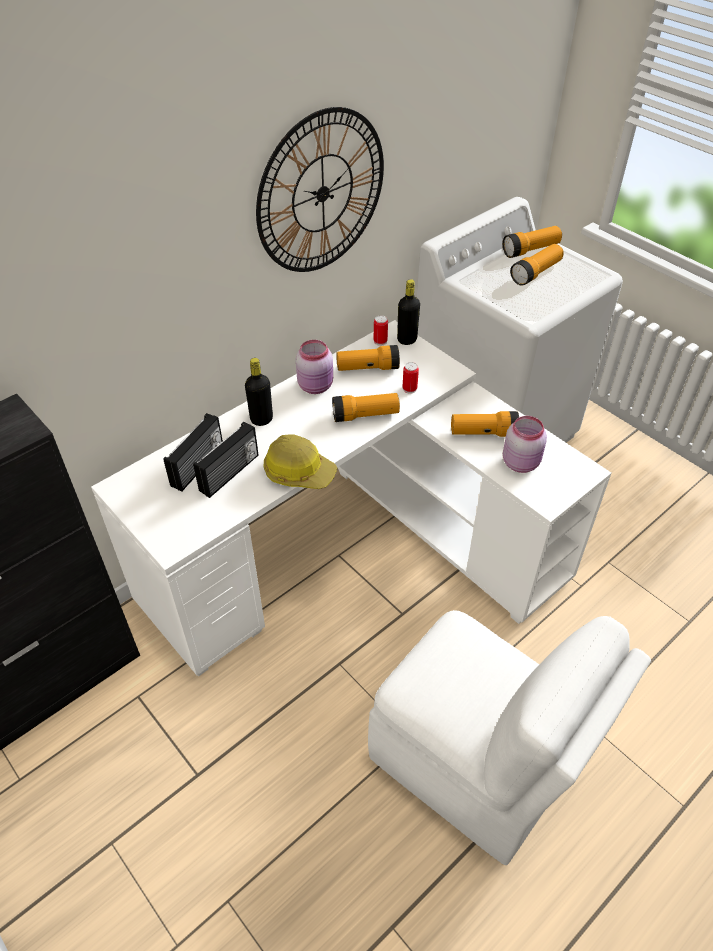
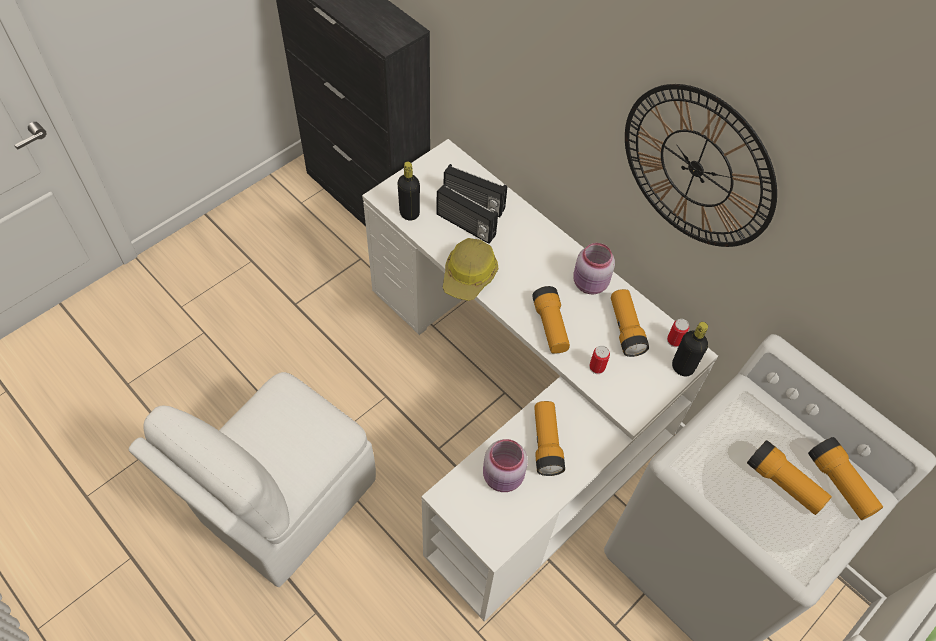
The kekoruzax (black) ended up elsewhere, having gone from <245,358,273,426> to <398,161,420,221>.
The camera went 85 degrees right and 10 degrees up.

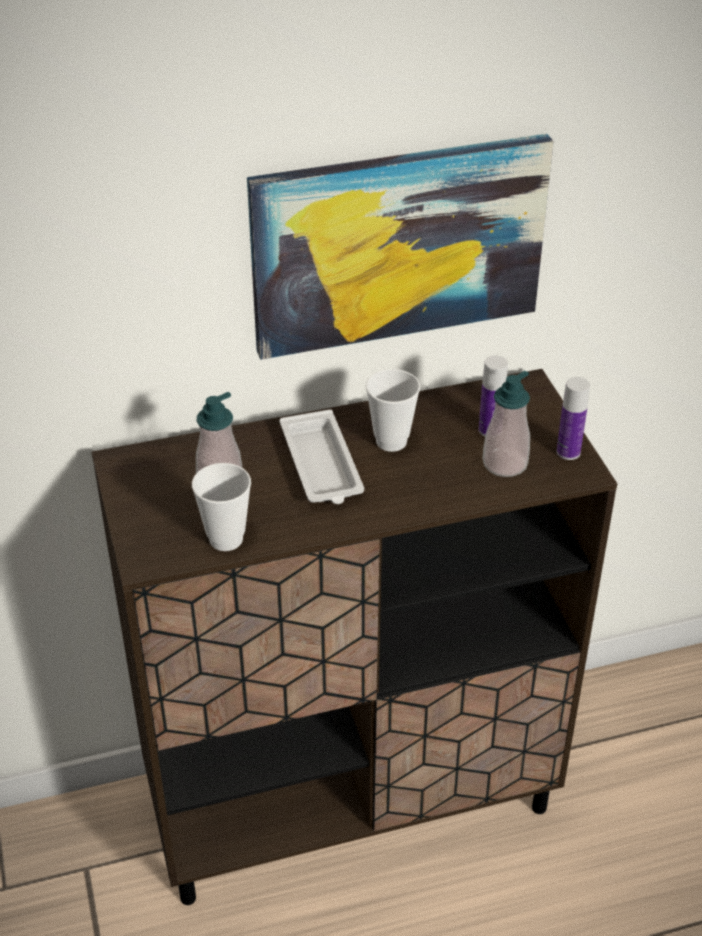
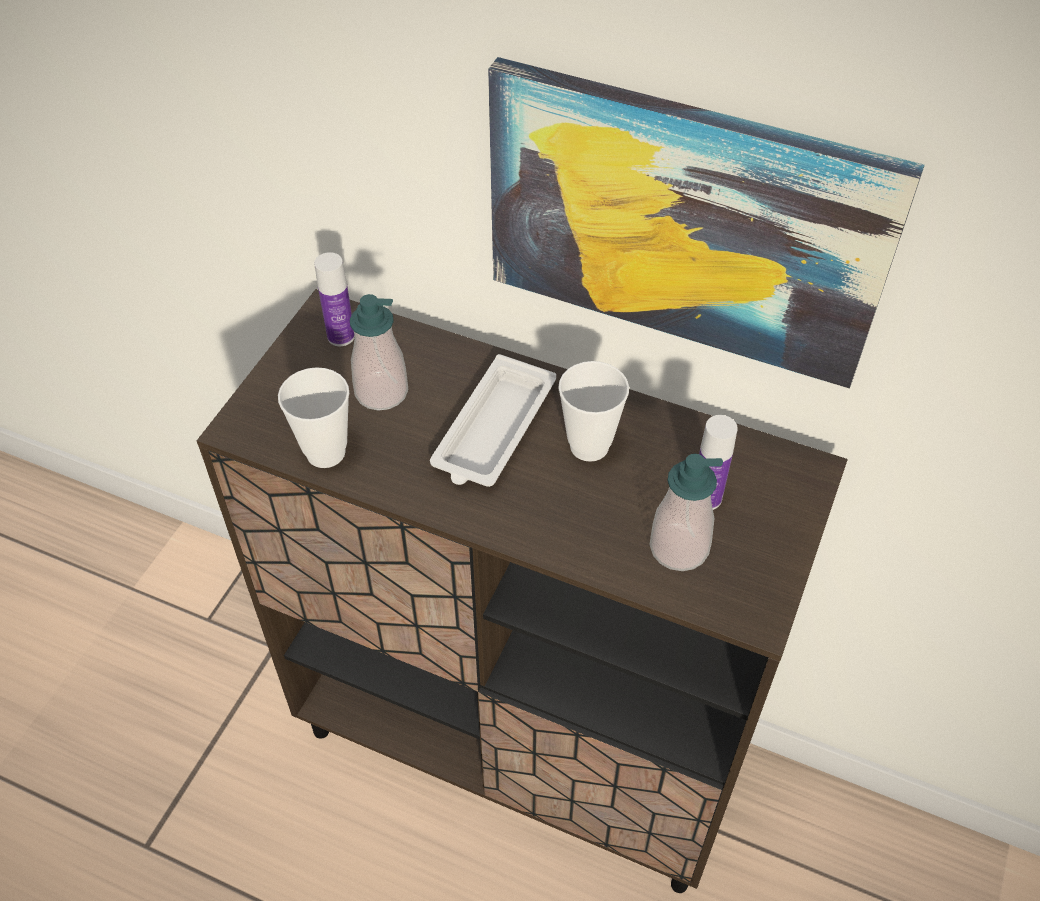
The kekoruzax ended up elsewhere, having gone from <557,377,590,460> to <314,252,355,346>.
The camera went 40 degrees right and 10 degrees up.

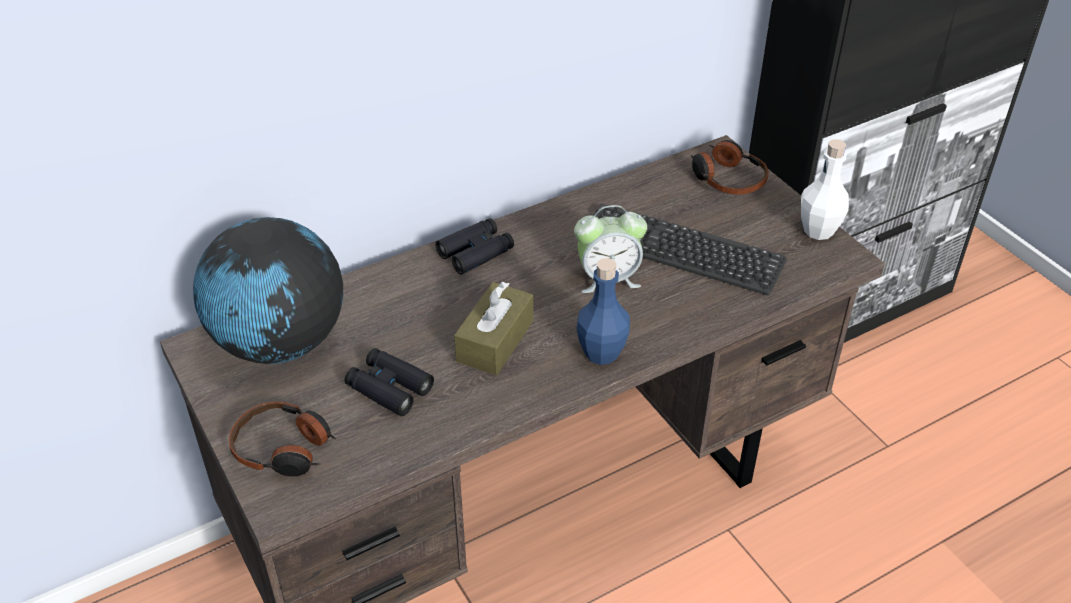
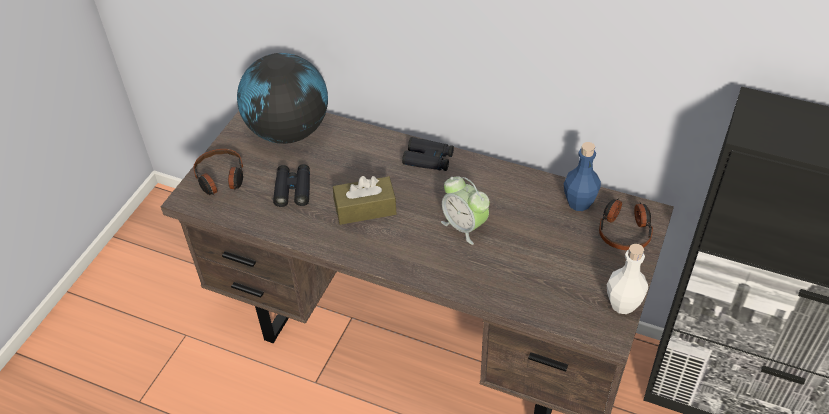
The second view lost the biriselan at <592,204,787,295>.
The kekoruzax (blue) ended up elsewhere, having gone from <576,258,630,365> to <564,142,601,211>.
The camera went 55 degrees right and 5 degrees up.

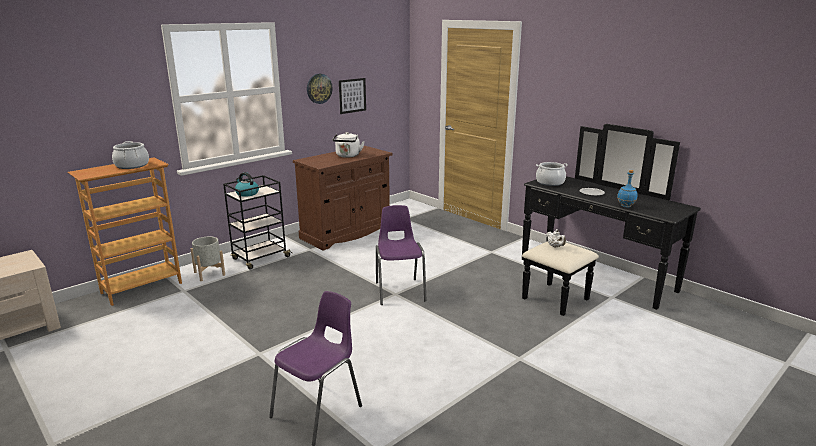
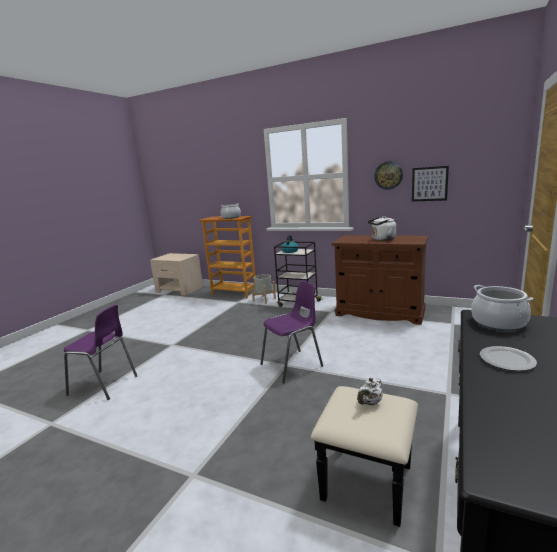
The second view lost the kekoruzax (blue) at <617,170,638,208>.
The camera went 70 degrees right and 5 degrees down.

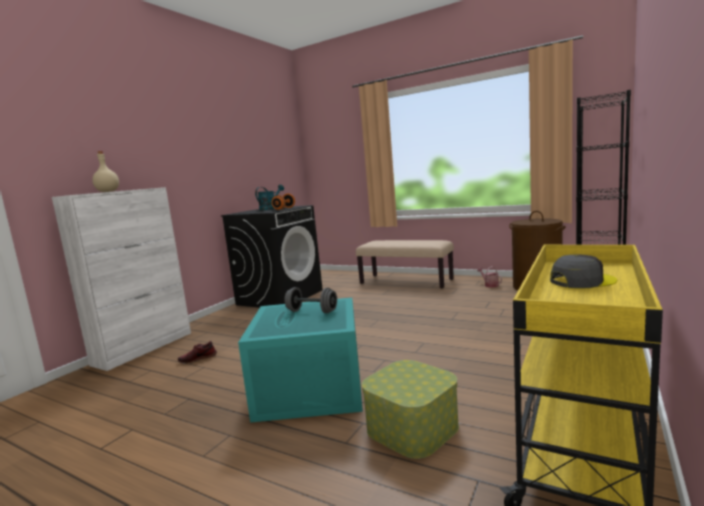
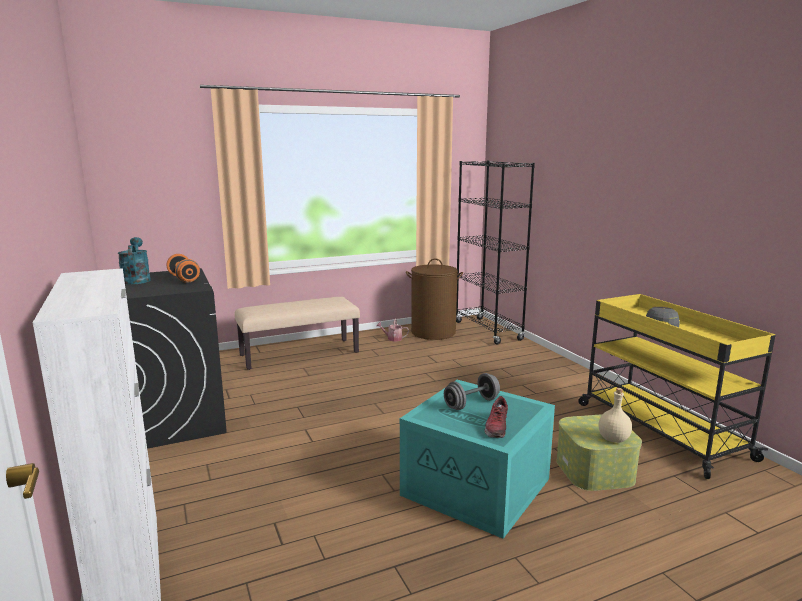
The kekoruzax (beige) ended up elsewhere, having gone from <92,151,119,192> to <598,388,632,443>.
The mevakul ended up elsewhere, having gone from <178,341,217,364> to <484,396,508,438>.
The camera went 55 degrees left and 5 degrees up.

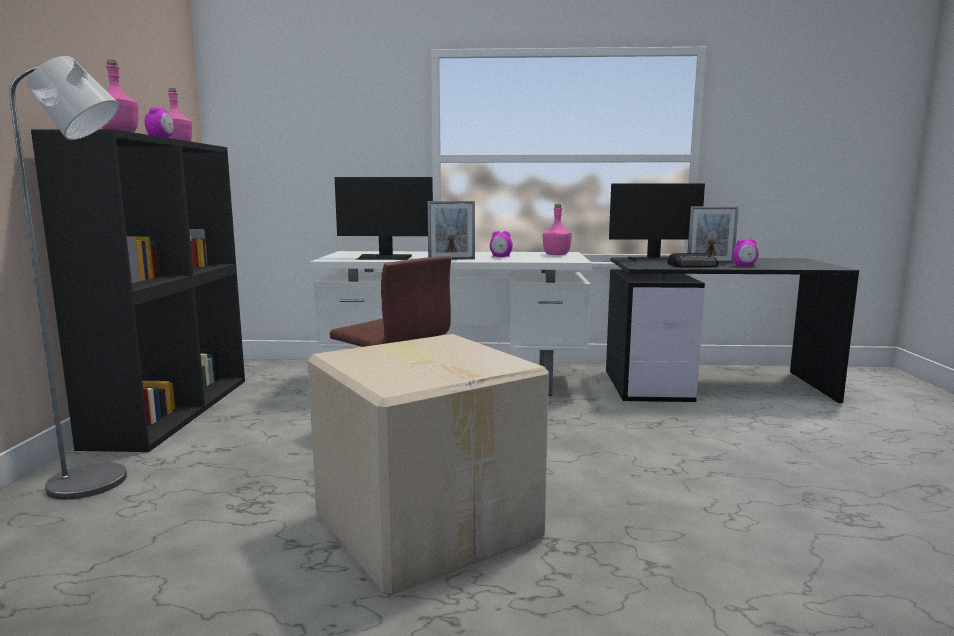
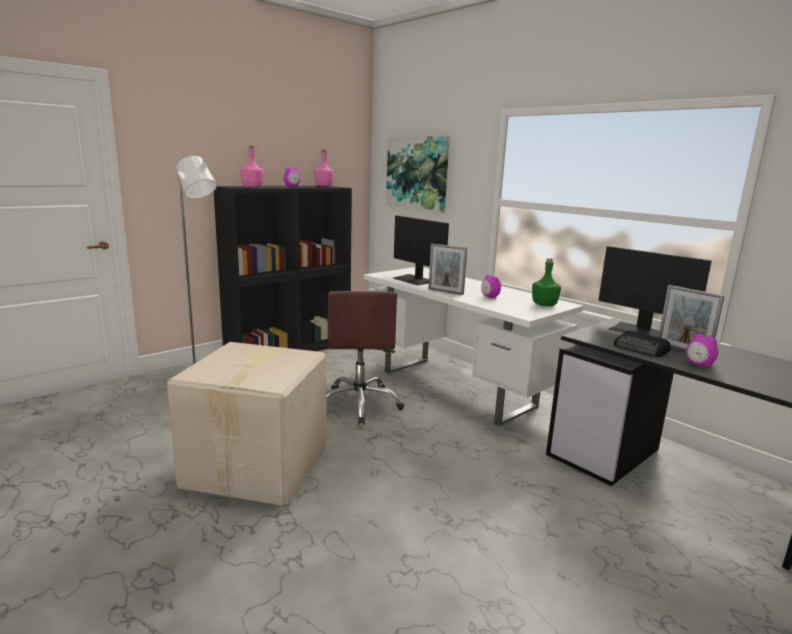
What was the kekoruzax (pink) at <543,204,572,255> turned into the kekoruzax (green) at <532,258,561,306>.
The second view gained the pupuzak at <386,136,449,213>.
The camera went 45 degrees right and 5 degrees up.

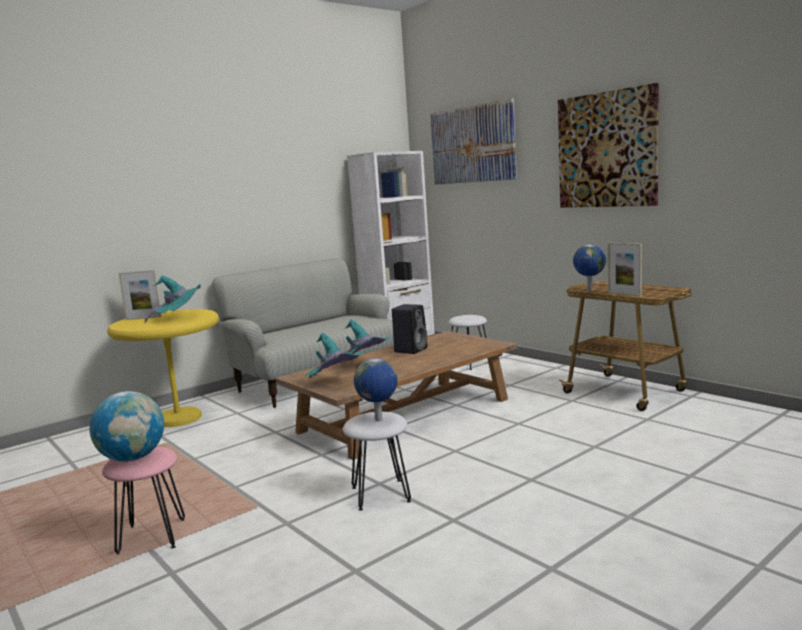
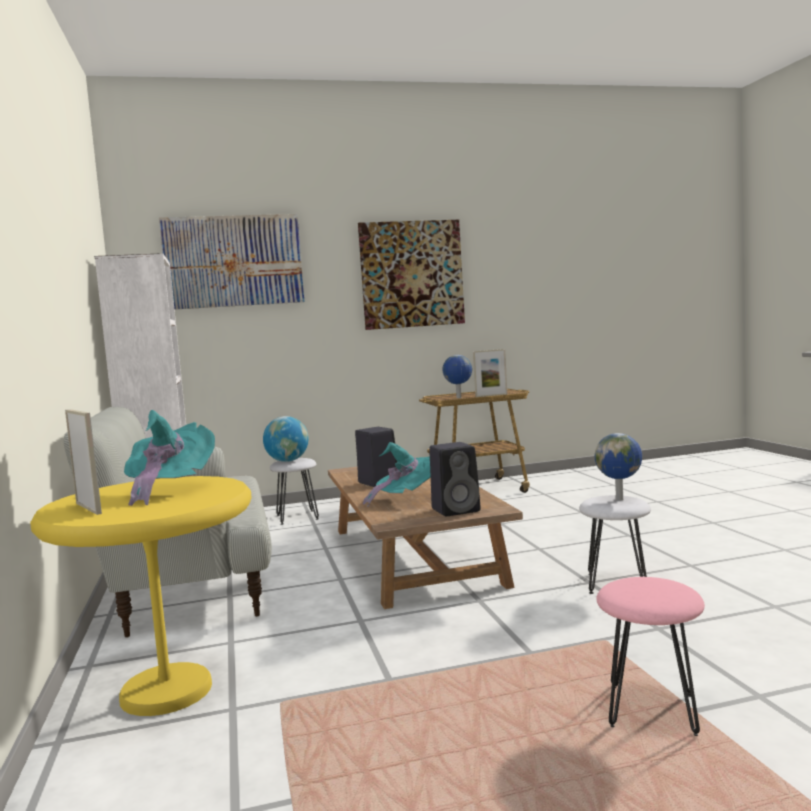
The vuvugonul at <119,270,161,320> ended up facing another way, 60 degrees counterclockwise from before.
Where the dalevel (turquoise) stood at <305,333,363,379>, the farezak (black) came to stand at <429,442,481,516>.
The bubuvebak ended up elsewhere, having gone from <89,391,164,462> to <263,416,309,462>.
The camera went 65 degrees left and 5 degrees down.

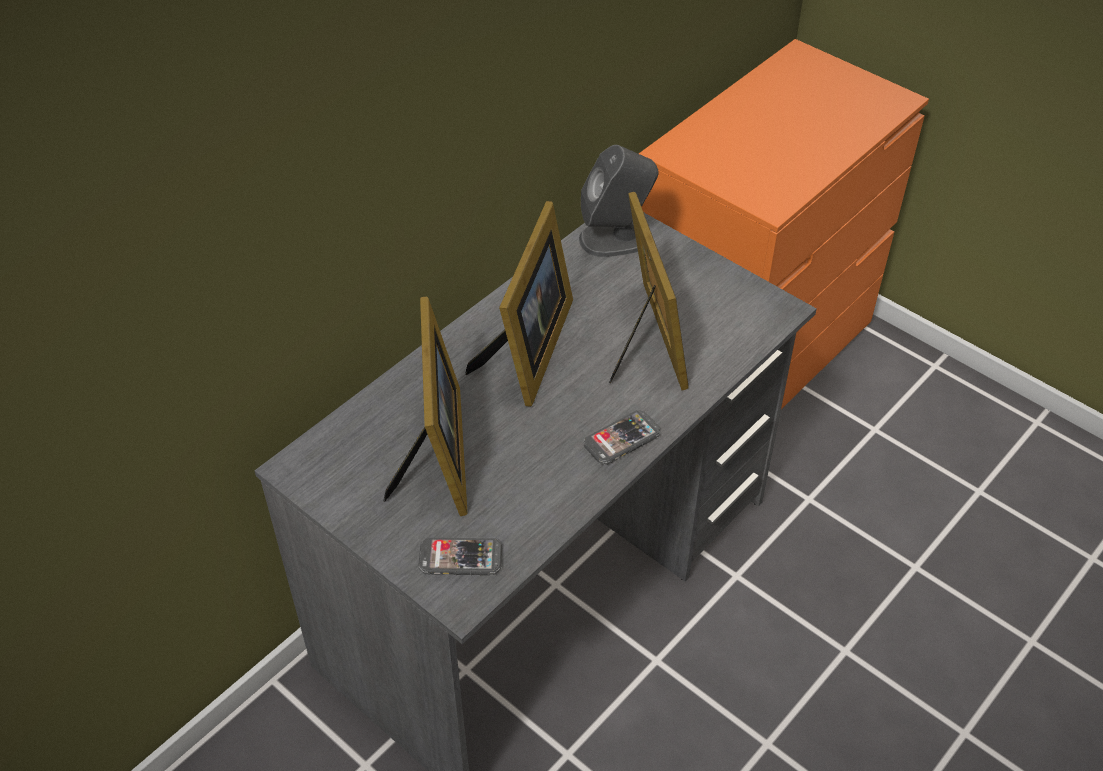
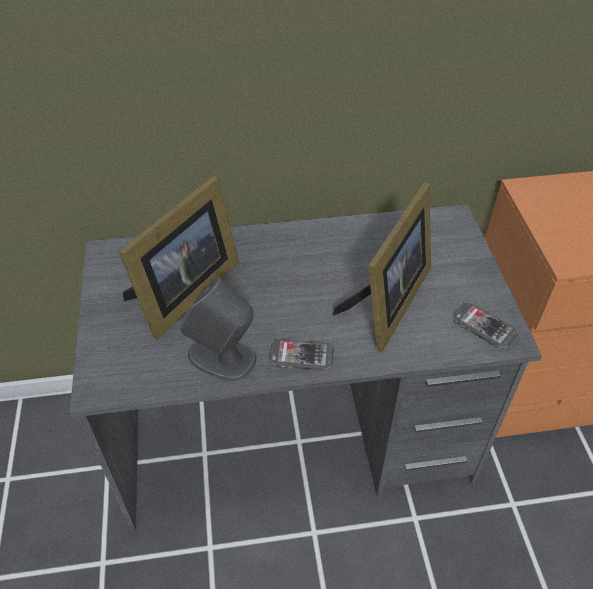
The farezak (grey) ended up elsewhere, having gone from <579,145,659,257> to <180,277,257,381>.
The second view lost the vuvugonul at <465,201,573,406>.
The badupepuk ended up elsewhere, having gone from <418,538,502,575> to <453,303,518,349>.
The camera went 40 degrees right and 0 degrees up.

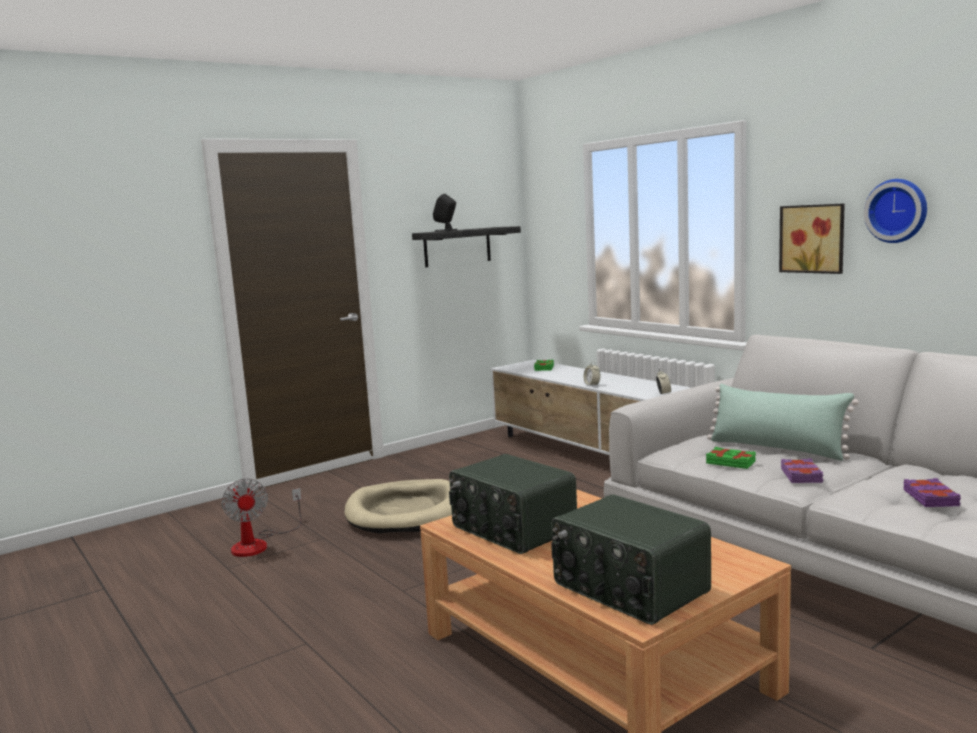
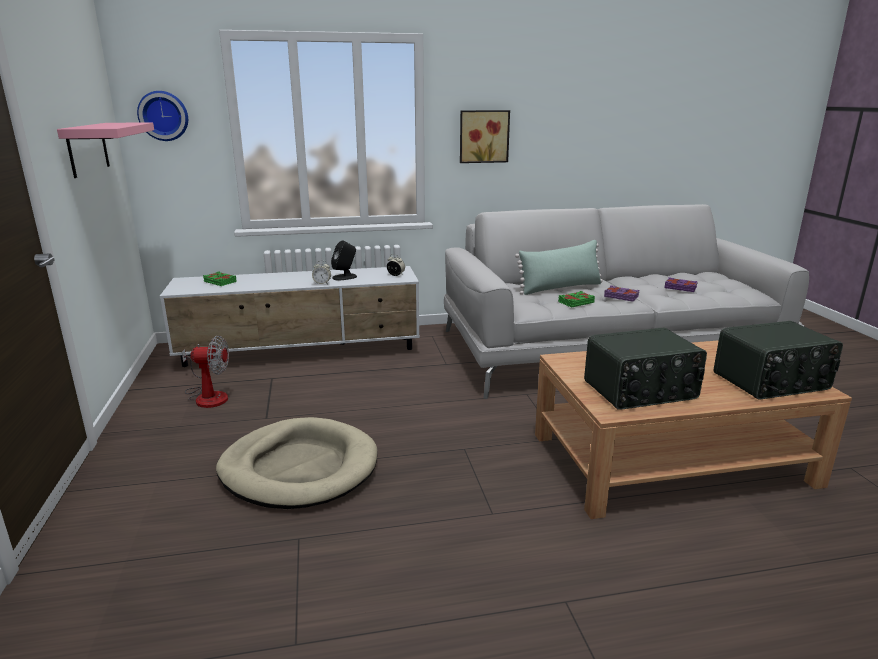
The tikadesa ended up elsewhere, having gone from <864,179,927,243> to <137,91,188,141>.
The farezak (black) ended up elsewhere, having gone from <433,194,458,232> to <331,240,357,280>.
What was the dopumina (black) at <412,226,521,267> turned into the dopumina (pink) at <57,122,154,178>.
The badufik ended up elsewhere, having gone from <221,478,302,557> to <182,336,229,408>.
The camera went 65 degrees left and 10 degrees up.

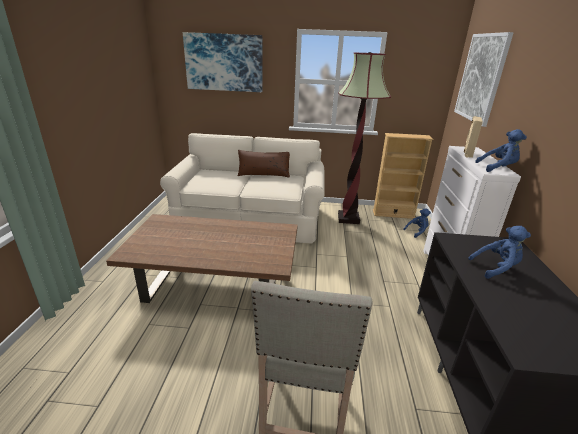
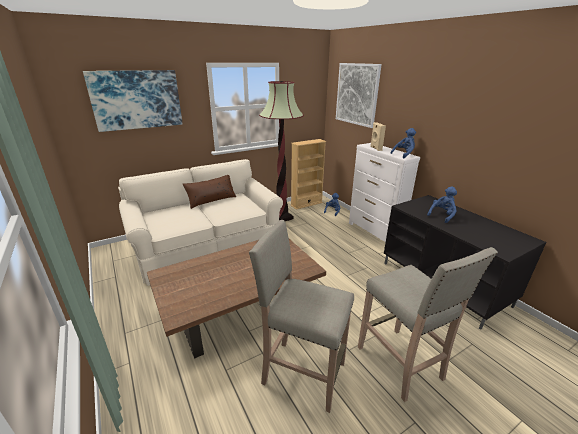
The second view gained the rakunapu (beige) at <249,220,354,413>.
The camera went 35 degrees left and 0 degrees up.

